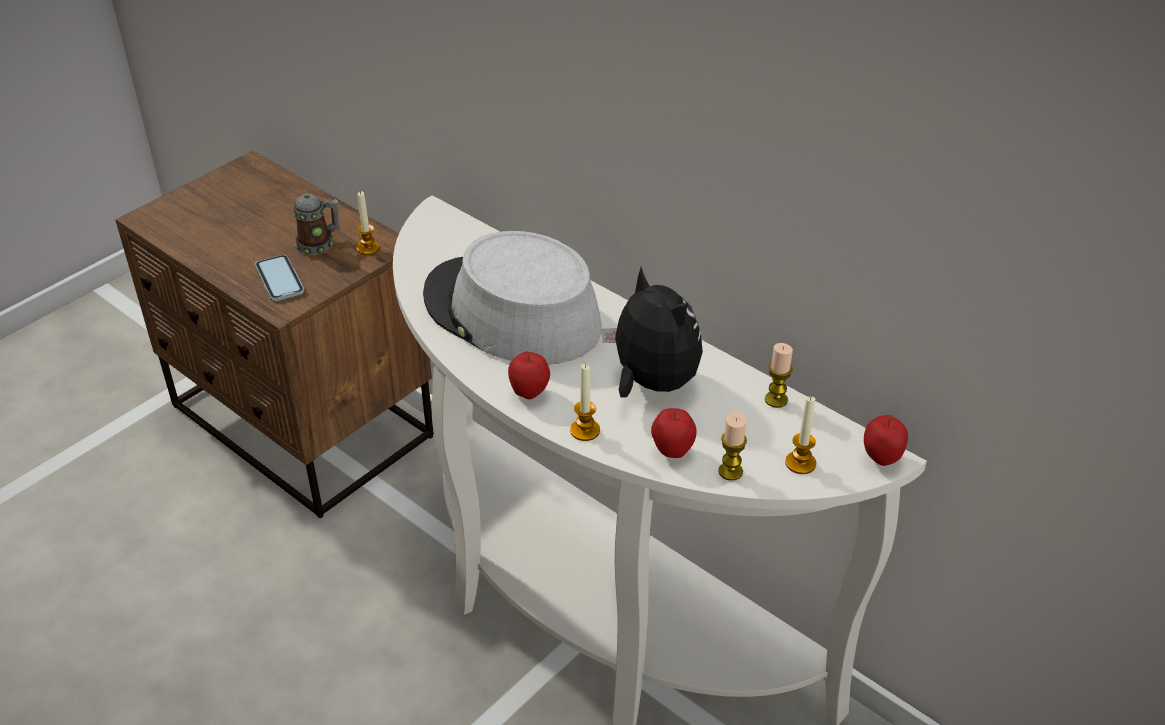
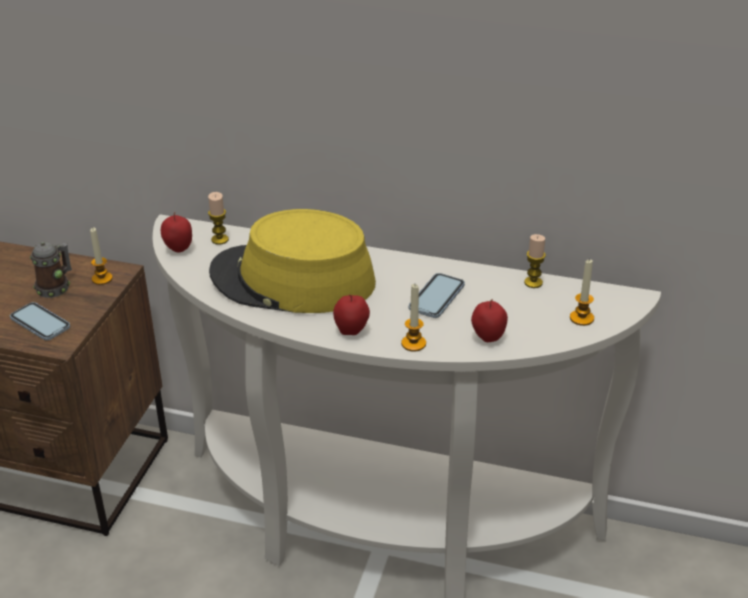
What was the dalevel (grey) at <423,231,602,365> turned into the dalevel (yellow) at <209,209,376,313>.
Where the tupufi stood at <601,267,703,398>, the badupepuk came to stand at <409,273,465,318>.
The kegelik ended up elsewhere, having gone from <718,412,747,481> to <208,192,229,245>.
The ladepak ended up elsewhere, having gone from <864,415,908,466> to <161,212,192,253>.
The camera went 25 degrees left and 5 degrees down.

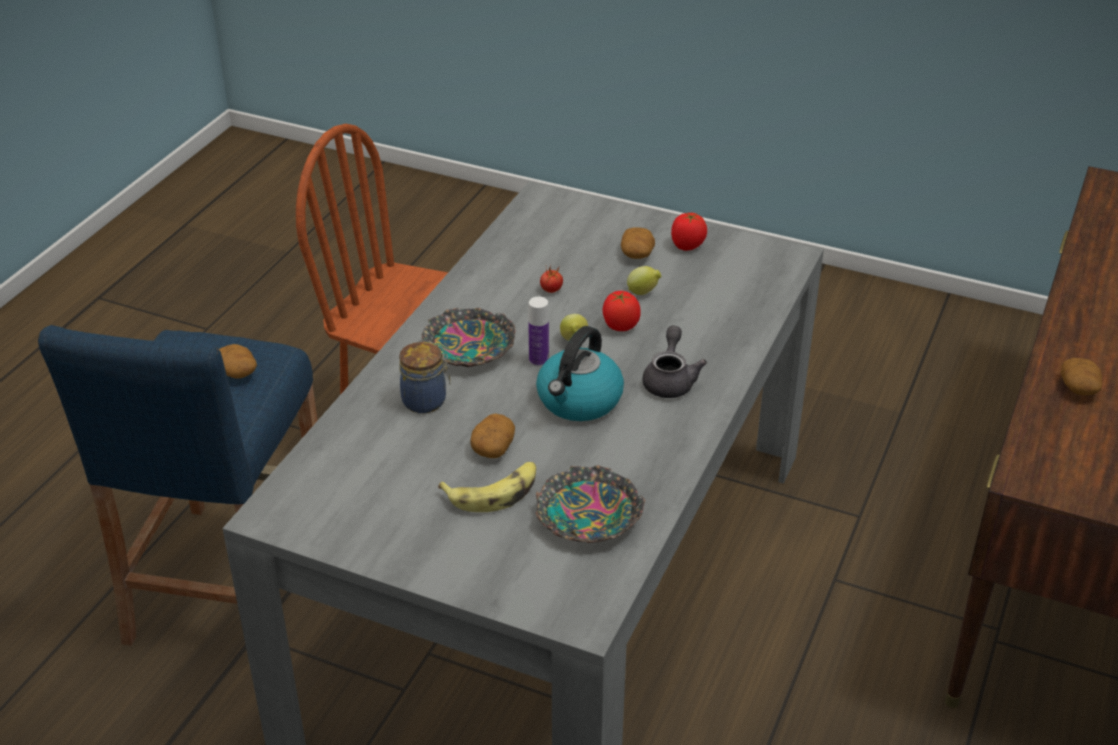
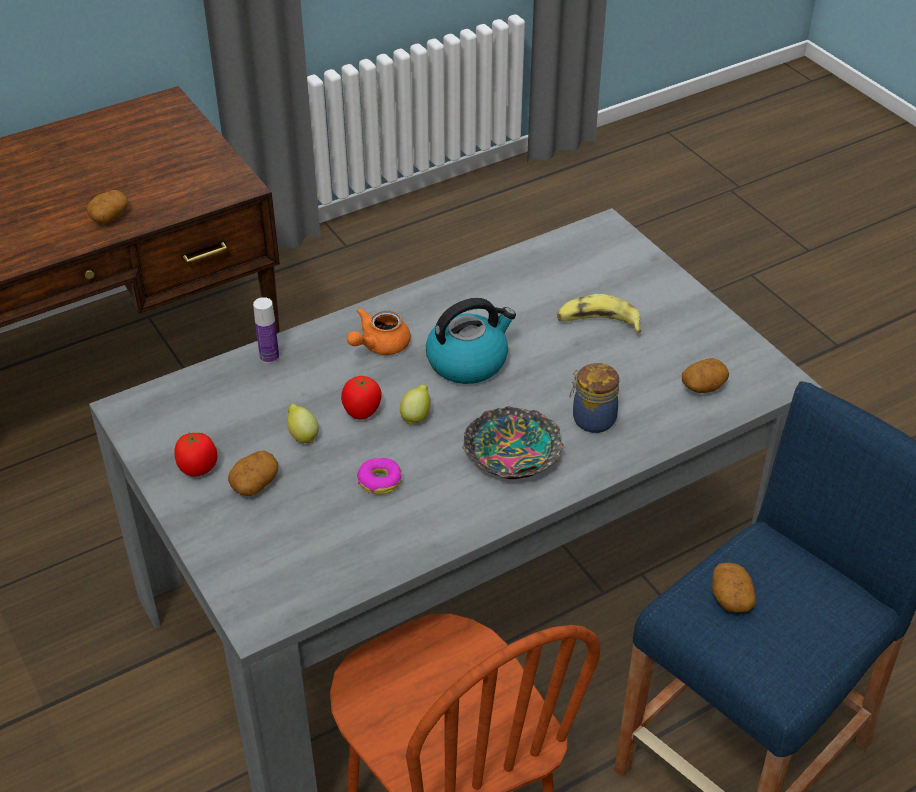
Where the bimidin stood at <540,265,563,293>, the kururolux came to stand at <357,458,402,495>.
The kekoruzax ended up elsewhere, having gone from <528,297,549,367> to <253,297,279,364>.
What was the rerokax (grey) at <642,326,707,398> turned into the rerokax (orange) at <347,308,411,355>.
The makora ended up elsewhere, having gone from <470,413,515,458> to <682,358,729,393>.
The second view lost the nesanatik at <536,465,646,543>.
The camera went 145 degrees left and 5 degrees up.

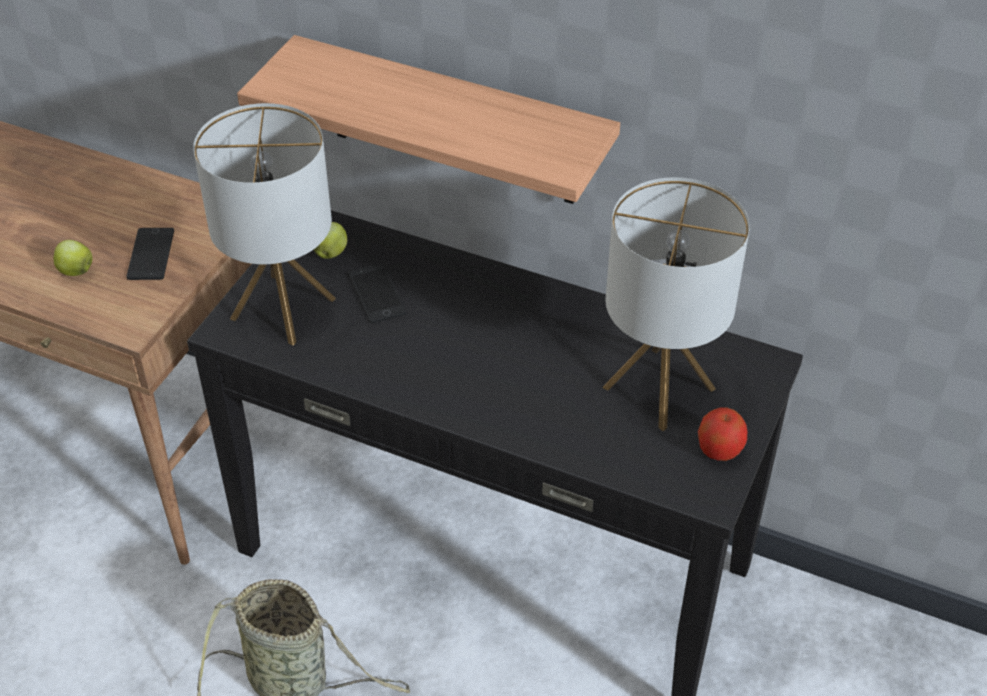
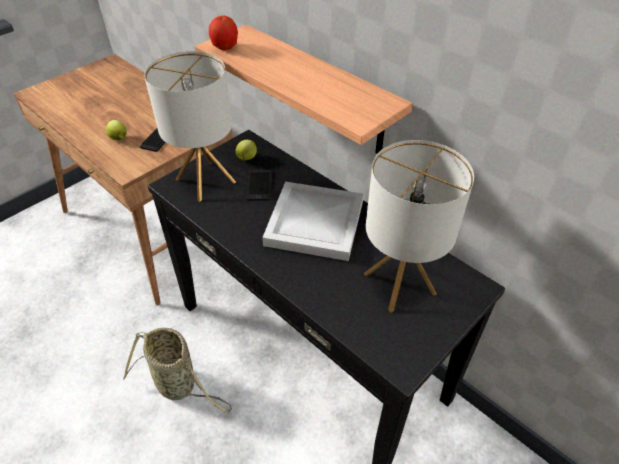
The ladepak ended up elsewhere, having gone from <698,407,747,461> to <209,15,238,50>.
The second view gained the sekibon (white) at <262,181,364,261>.
The camera went 20 degrees right and 0 degrees up.

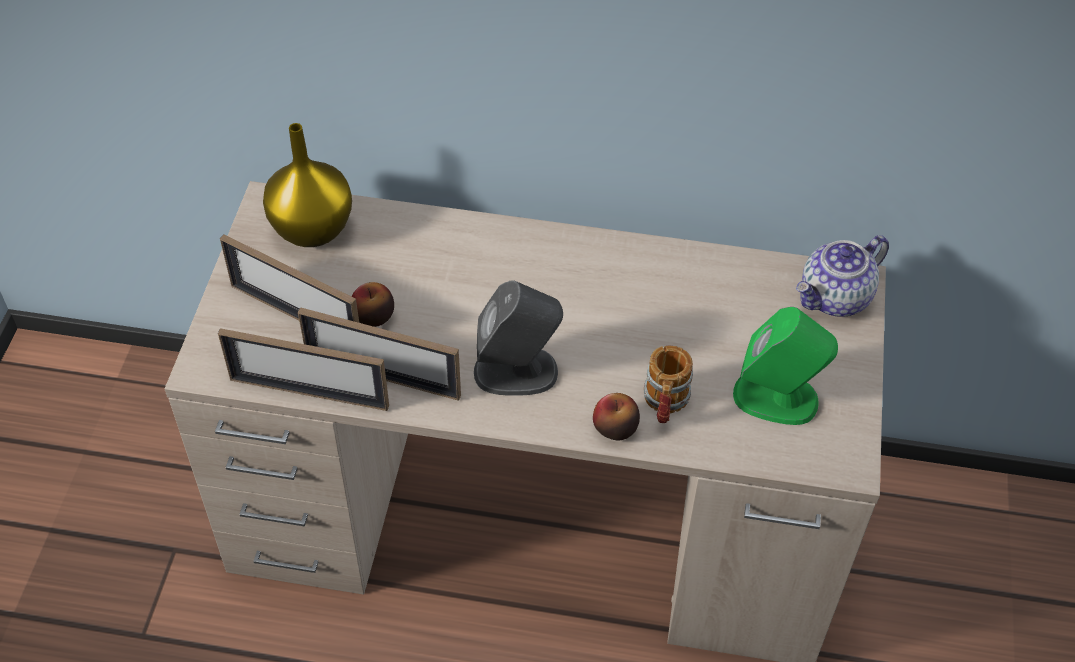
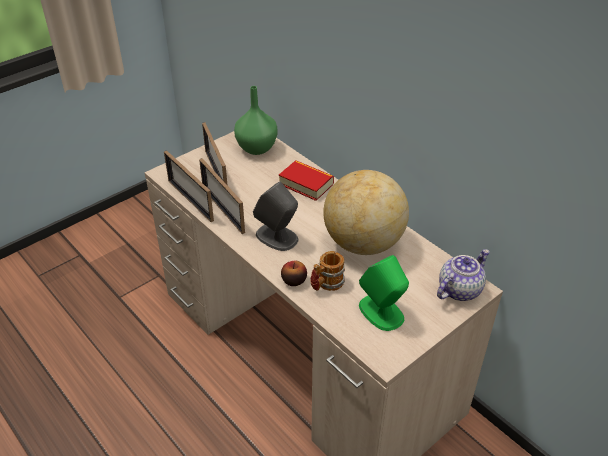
What was the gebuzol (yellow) at <263,123,352,247> turned into the gebuzol (green) at <234,86,278,155>.
The rerokax at <796,235,889,317> ended up facing another way, 135 degrees clockwise from before.
The second view lost the ladepak at <351,282,394,327>.
The second view gained the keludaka at <279,160,334,201>.
The second view gained the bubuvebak at <323,170,409,255>.
The camera went 40 degrees right and 10 degrees down.

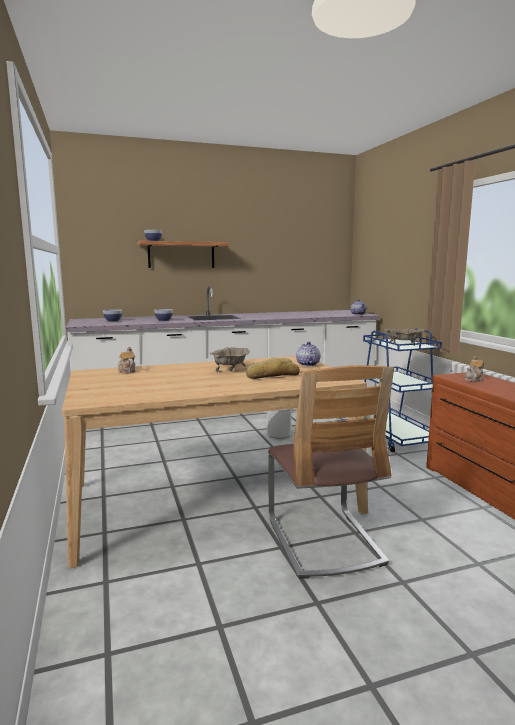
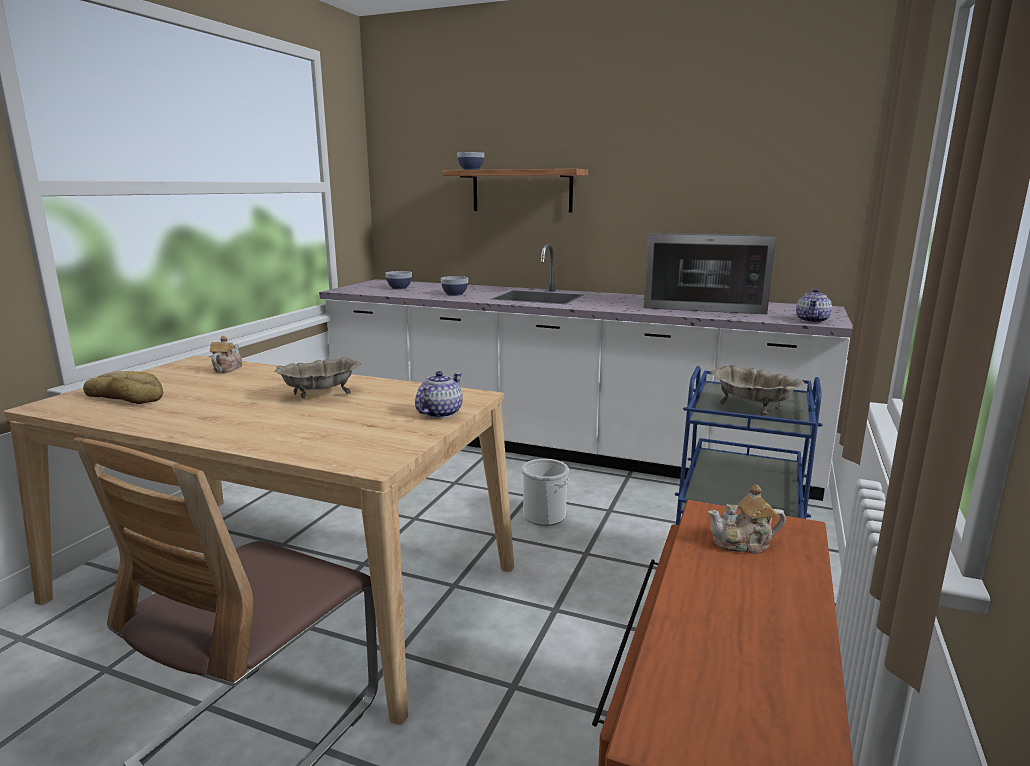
The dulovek ended up elsewhere, having gone from <246,358,300,379> to <83,371,163,404>.
The second view gained the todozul at <644,233,776,314>.
The camera went 40 degrees right and 5 degrees up.

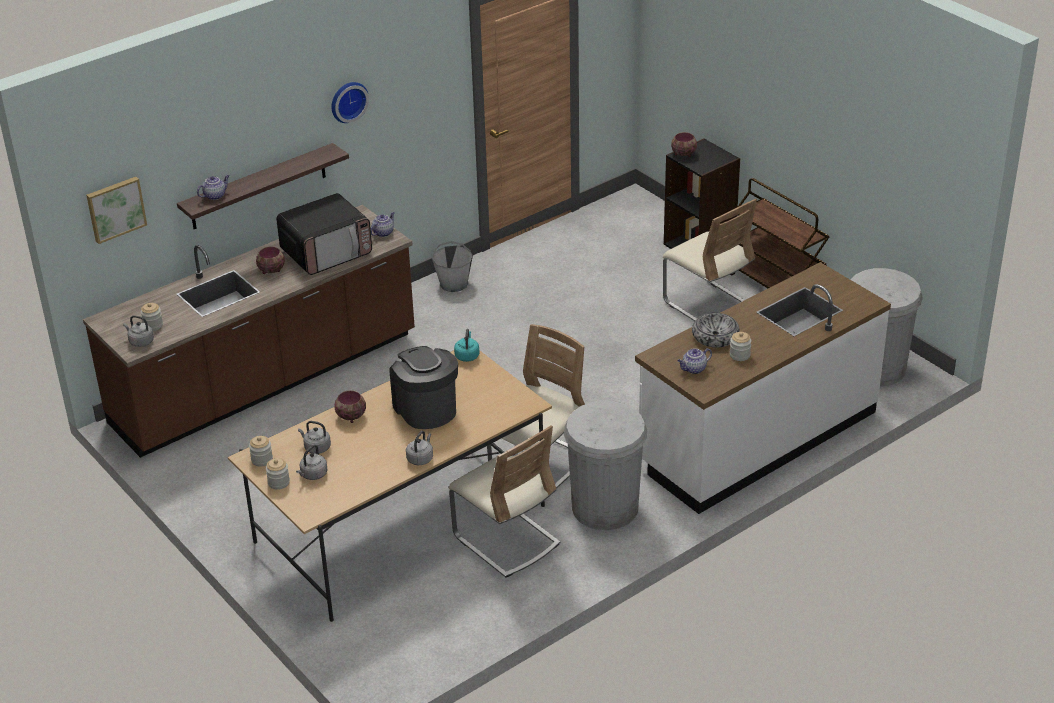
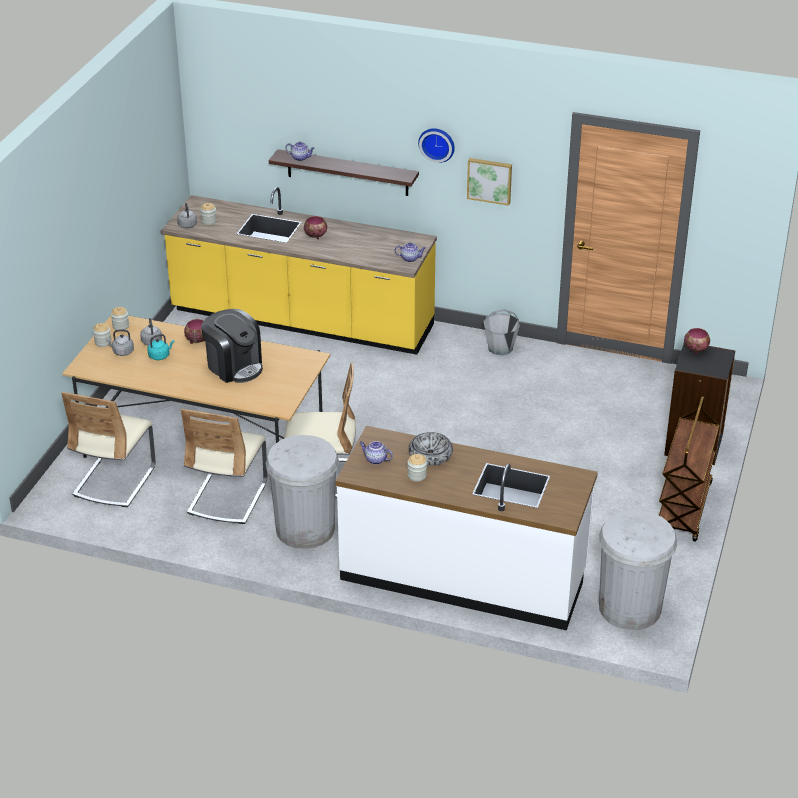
The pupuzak ended up elsewhere, having gone from <86,177,147,244> to <467,158,512,206>.
The second view lost the todozul at <276,193,372,275>.
The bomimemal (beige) ended up elsewhere, having gone from <663,199,757,321> to <61,392,156,507>.
What was the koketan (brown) at <83,205,415,458> turned into the koketan (yellow) at <161,187,437,355>.
The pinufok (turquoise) ended up elsewhere, having gone from <454,329,479,362> to <147,334,174,360>.
The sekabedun at <389,346,458,429> ended up facing another way, 105 degrees clockwise from before.
The second view lost the pinufok (grey) at <406,431,433,465>.
The camera went 55 degrees right and 0 degrees up.

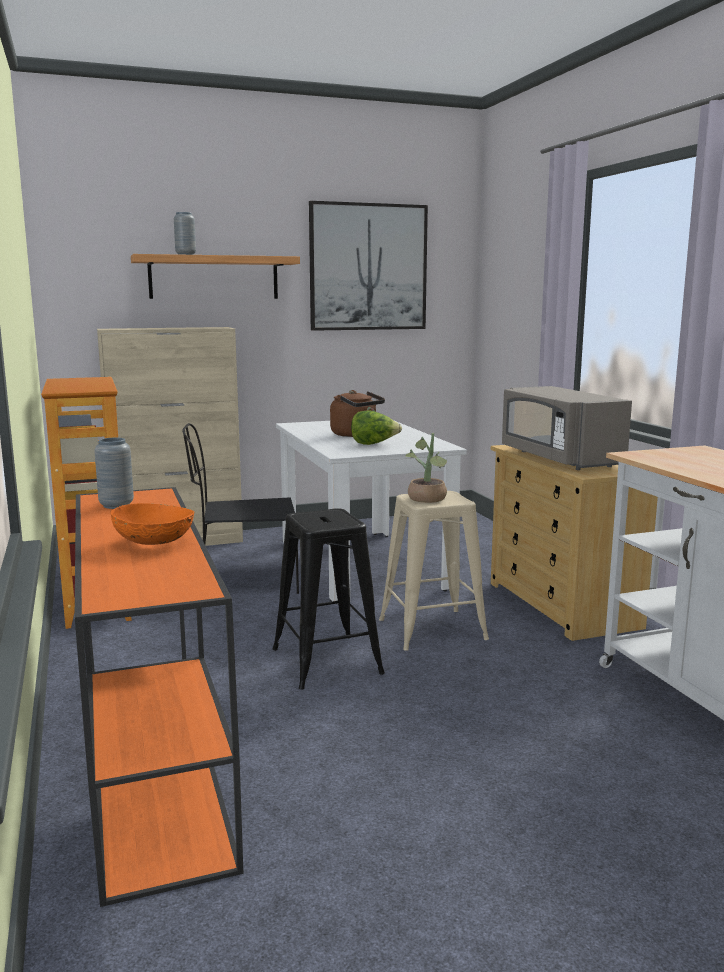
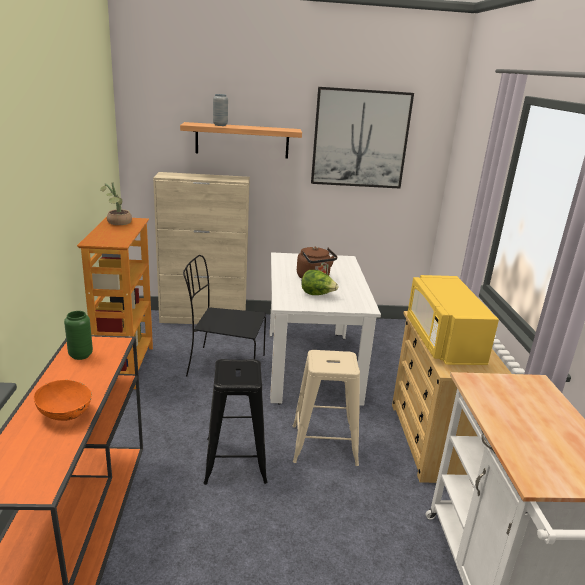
What was the todozul (grey) at <502,386,632,470> turned into the todozul (yellow) at <407,275,499,365>.
The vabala ended up elsewhere, having gone from <405,433,447,503> to <100,182,132,225>.
What was the gebuzol (grey) at <94,438,134,509> turned into the gebuzol (green) at <64,311,93,360>.
The camera went 15 degrees right and 10 degrees up.

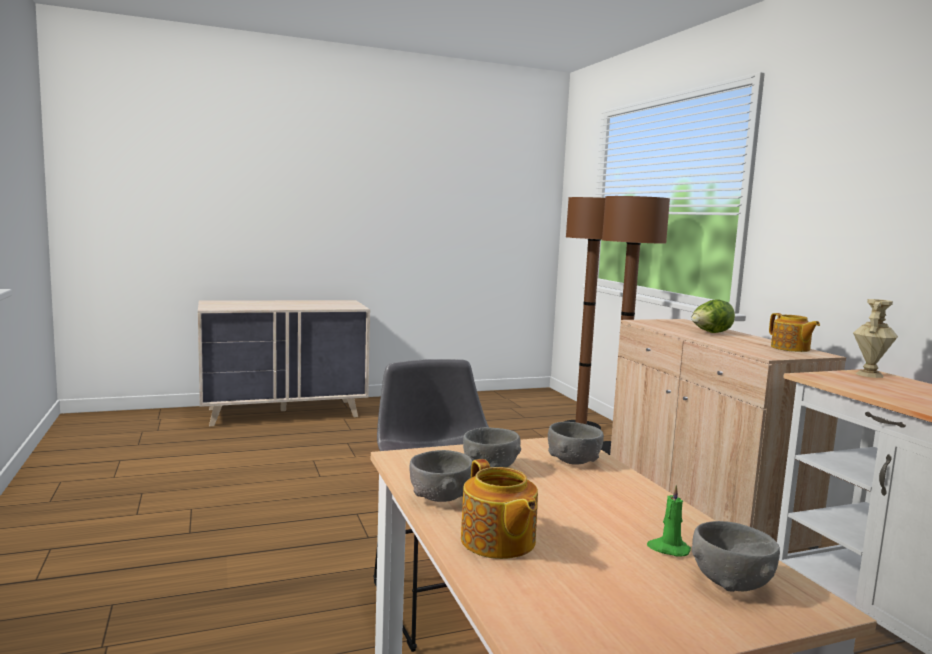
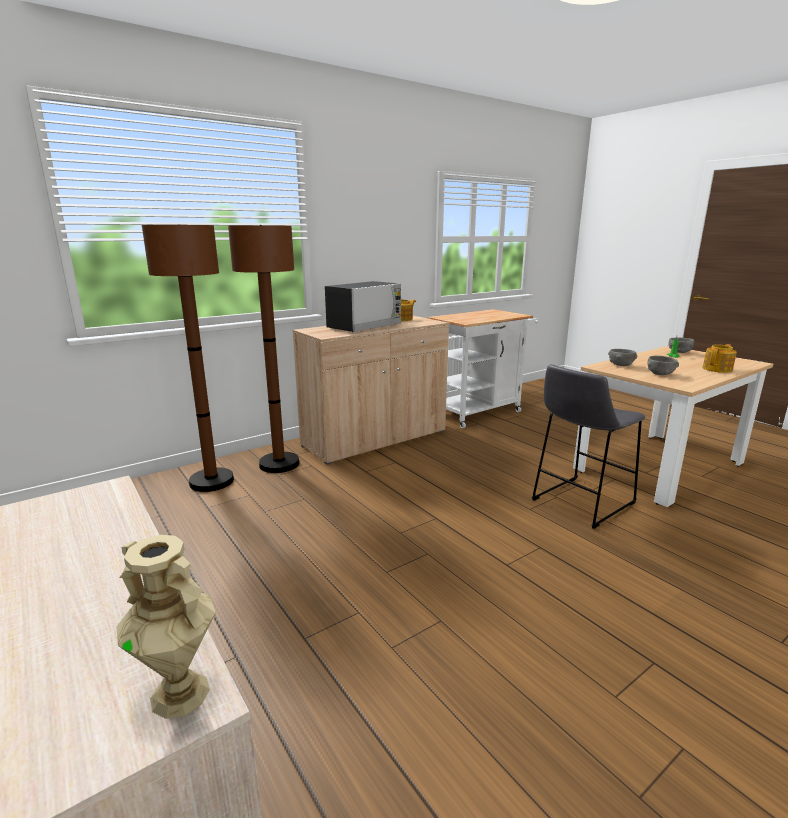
Where the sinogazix stood at <692,299,735,333>, the todozul came to stand at <325,281,401,332>.
The gebuzol (beige) ended up elsewhere, having gone from <853,299,898,378> to <116,535,216,719>.
The second view lost the nesanatik (grey) at <409,450,472,502>.
The camera went 105 degrees left and 10 degrees up.

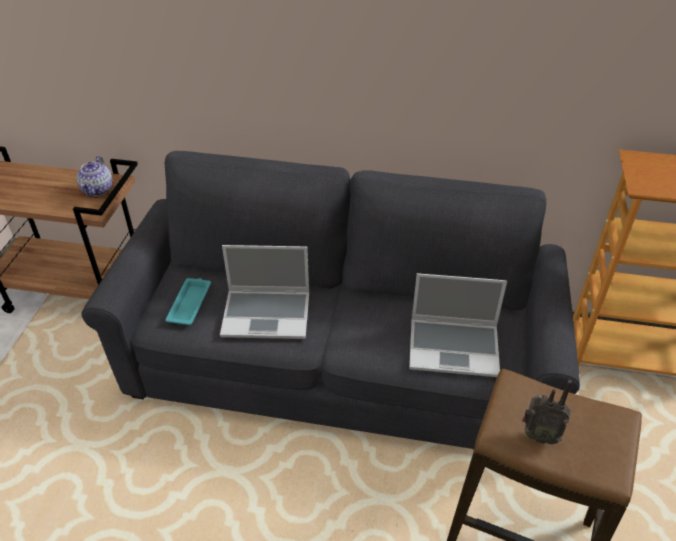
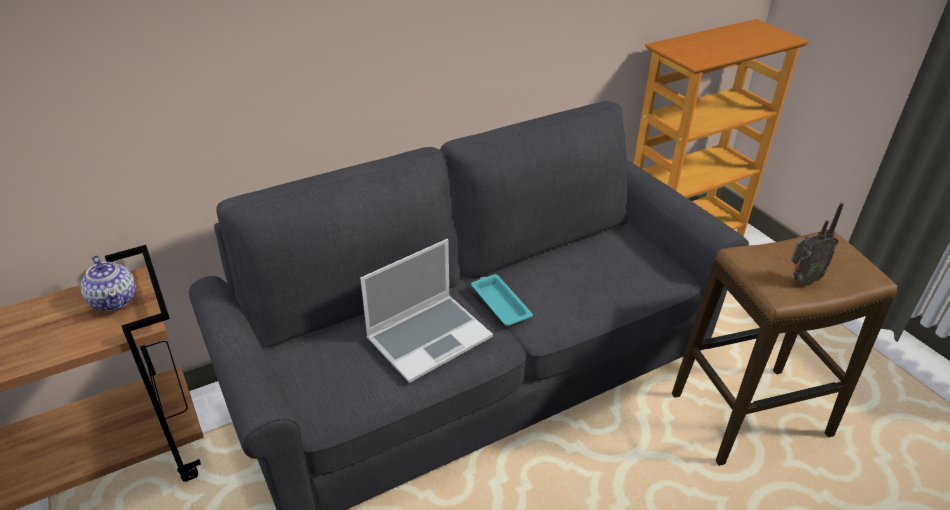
The second view lost the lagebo at <409,273,507,377>.
The sekibon (turquoise) ended up elsewhere, having gone from <165,278,211,325> to <471,274,533,326>.
The camera went 40 degrees left and 5 degrees down.

